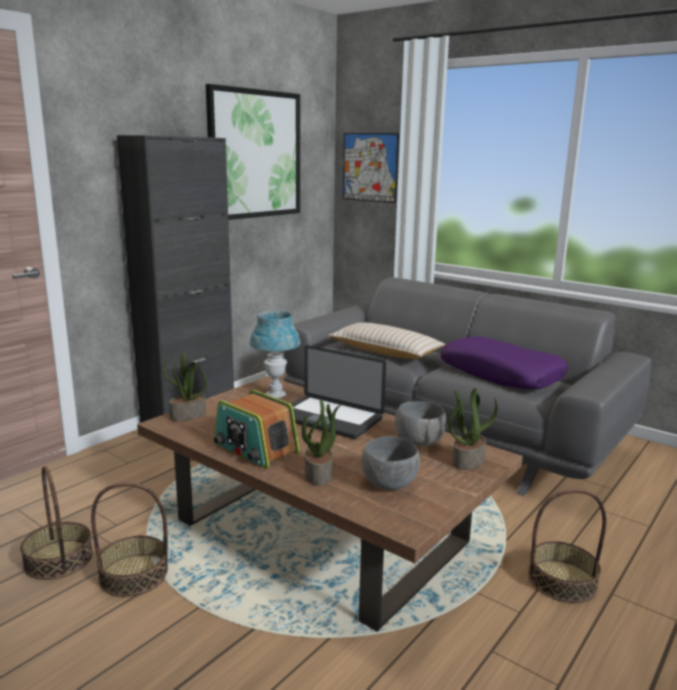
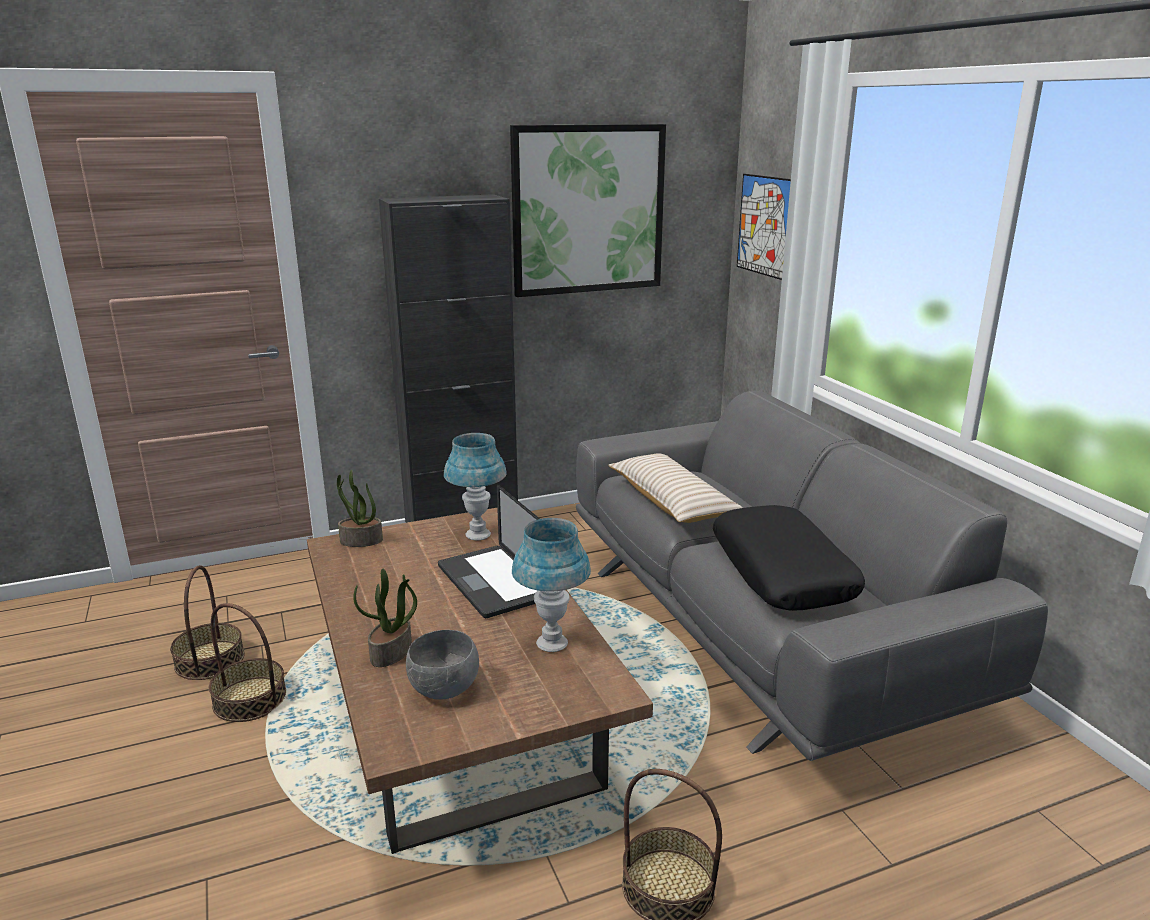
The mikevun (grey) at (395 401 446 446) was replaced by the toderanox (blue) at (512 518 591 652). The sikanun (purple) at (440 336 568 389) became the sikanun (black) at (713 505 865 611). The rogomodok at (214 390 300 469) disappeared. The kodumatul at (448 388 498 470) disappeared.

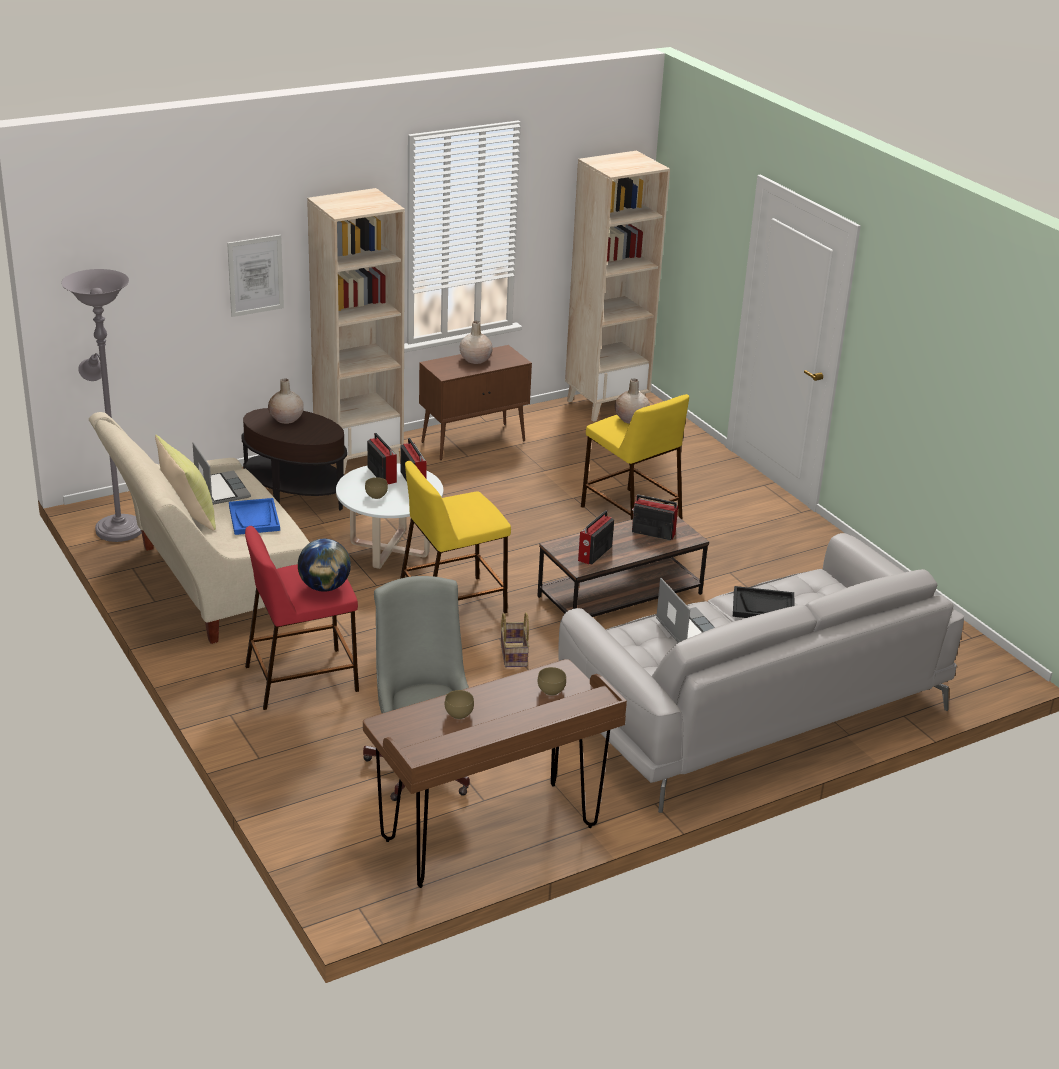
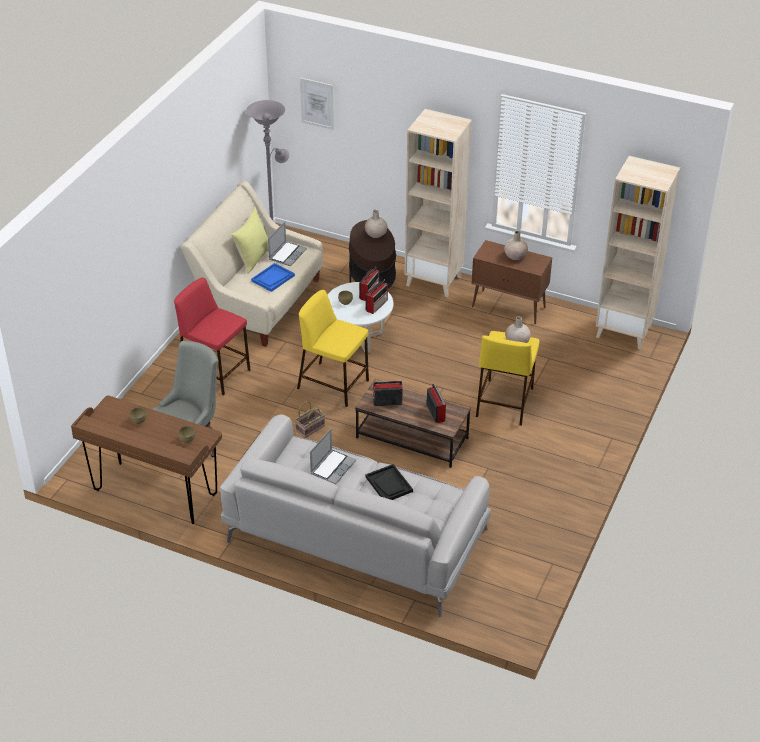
The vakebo moved from (227 235 284 317) to (300 78 334 130). The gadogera at (298 539 351 592) disappeared.

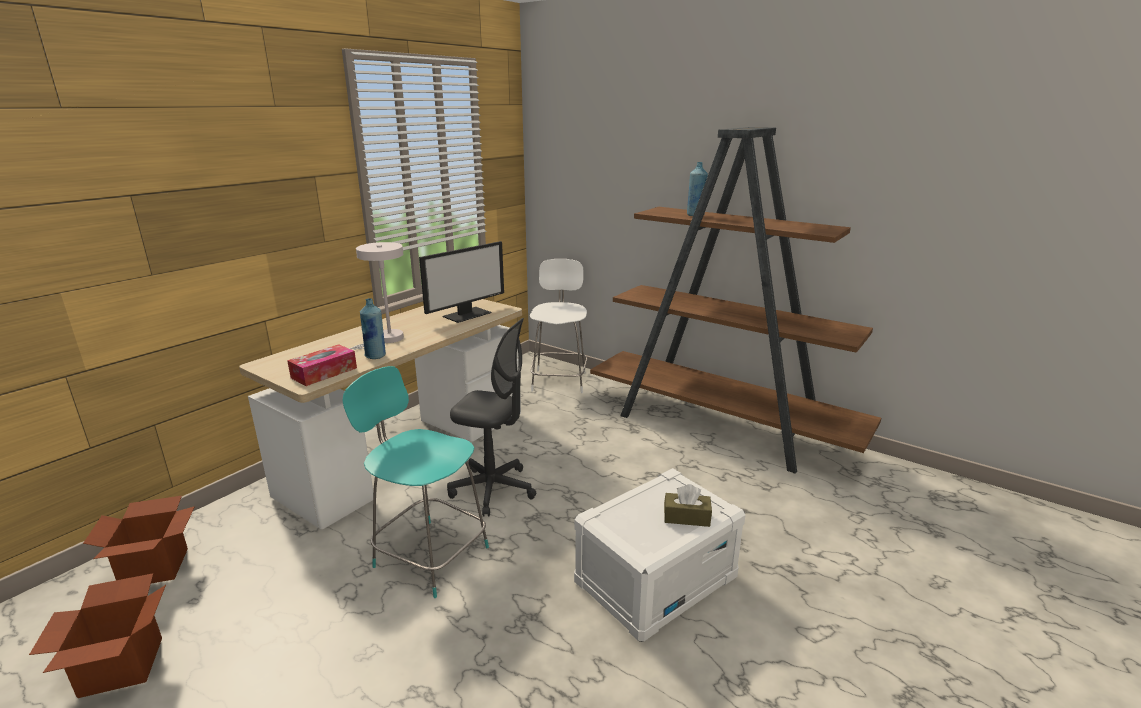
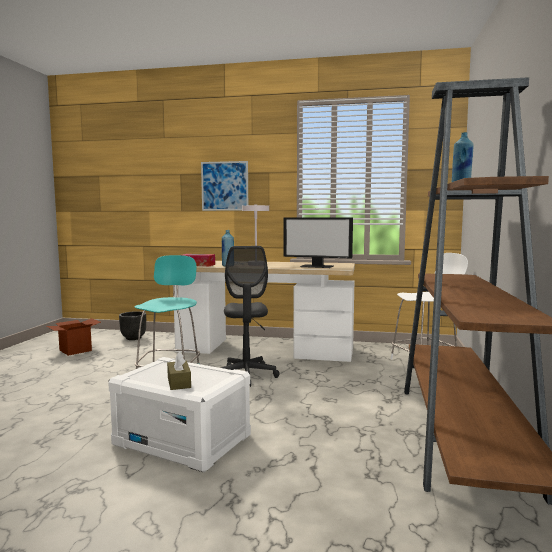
The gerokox at (83 496 195 583) was replaced by the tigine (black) at (119 311 146 340). The vakebo at (201 161 248 211) appeared.

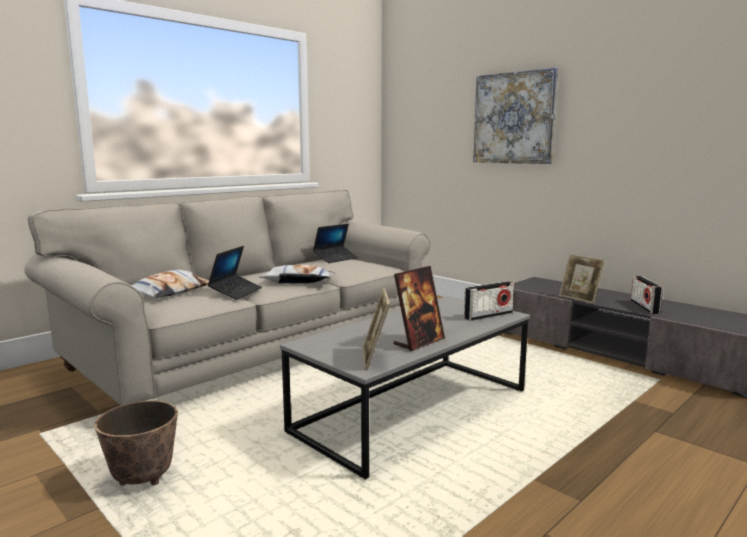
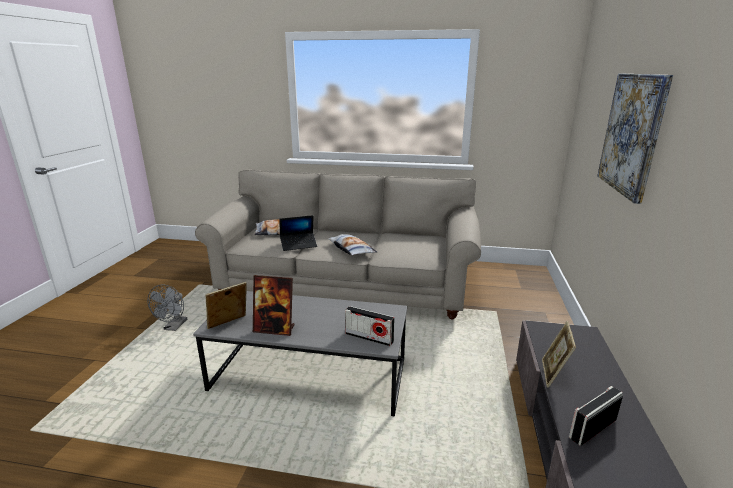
The tigine at (94 400 178 486) was replaced by the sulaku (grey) at (147 284 187 331). The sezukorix at (313 224 358 263) disappeared.

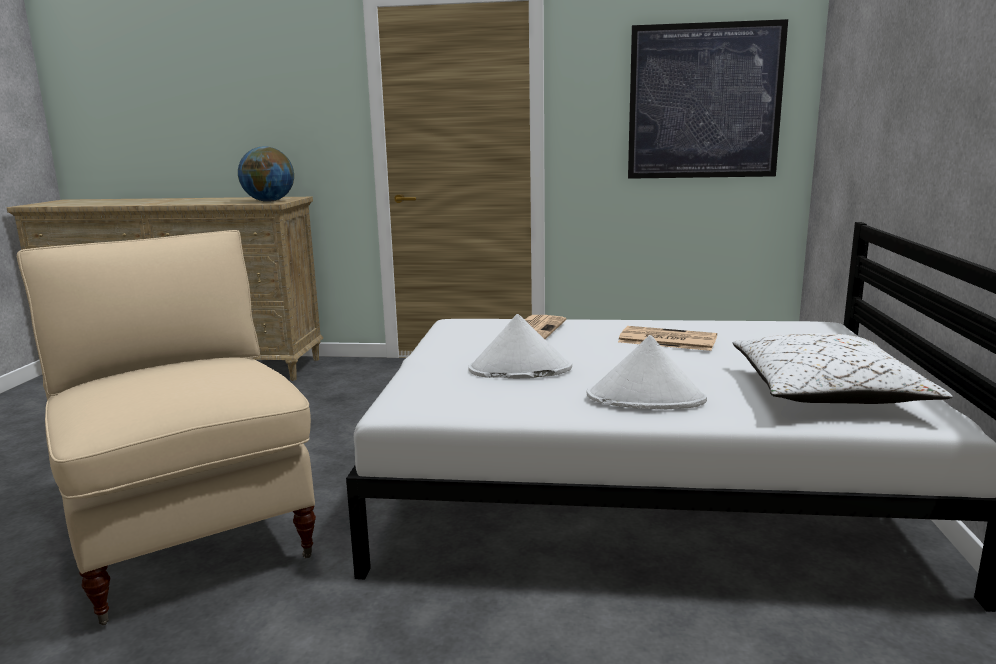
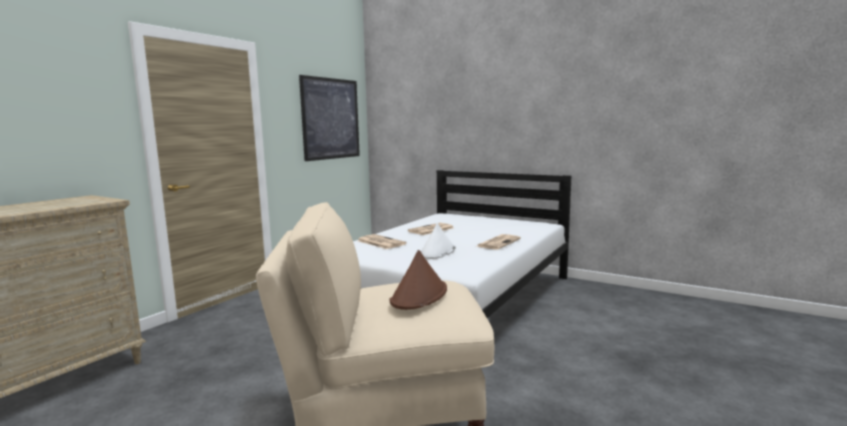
The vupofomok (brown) at (390 250 447 310) appeared. The vupofomok (white) at (587 335 707 409) was replaced by the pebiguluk at (477 234 521 249). The gadogera at (238 146 294 202) disappeared. The sikanun (white) at (733 333 953 404) disappeared.

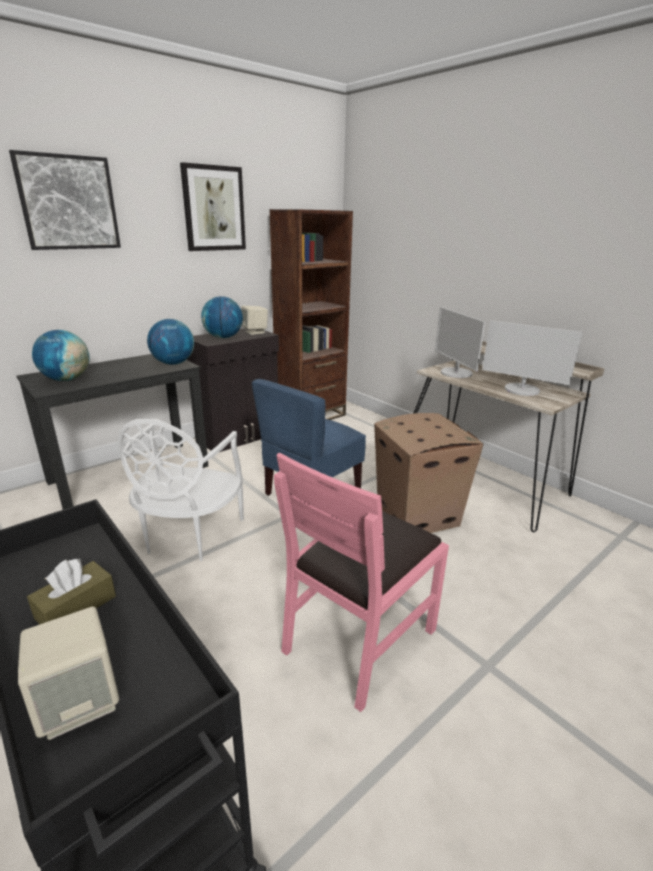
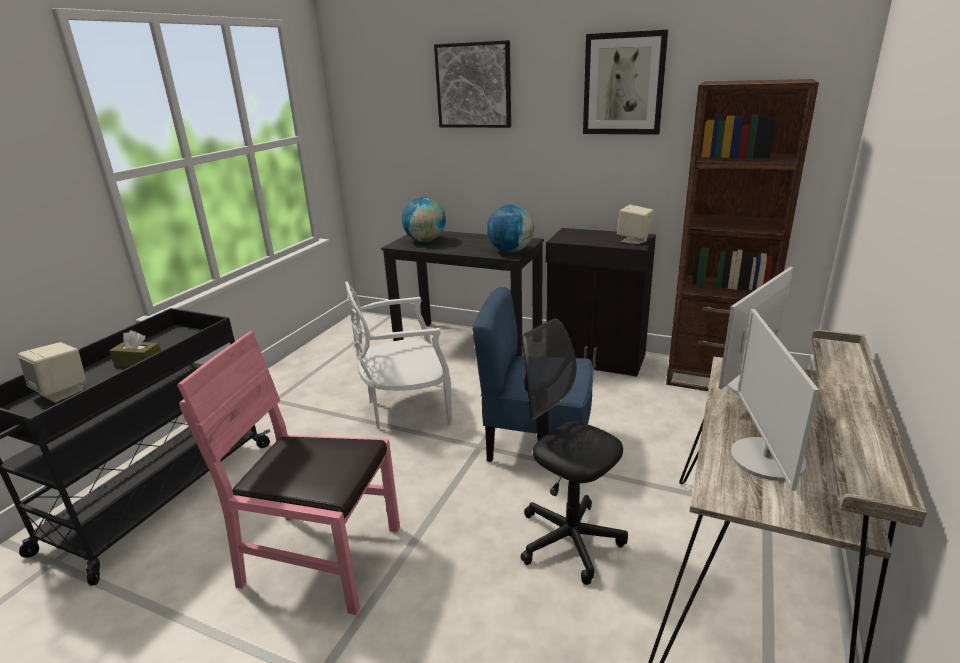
The gerokox at (374 413 483 533) was replaced by the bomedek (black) at (521 318 628 585). The gadogera at (201 296 243 338) disappeared.

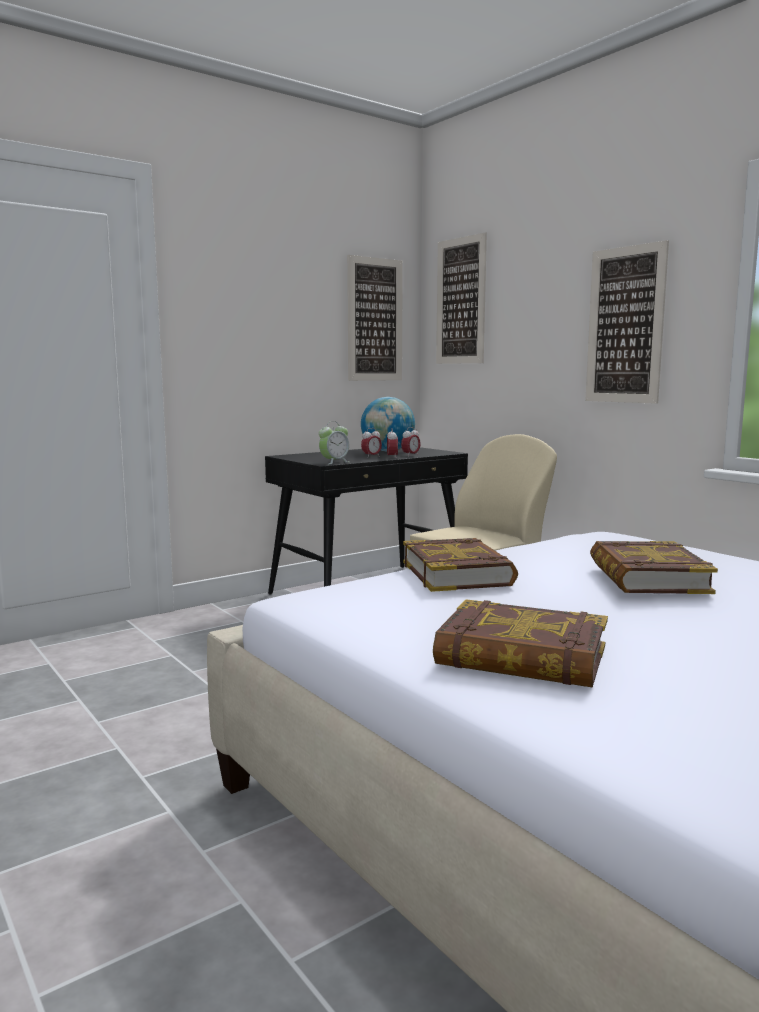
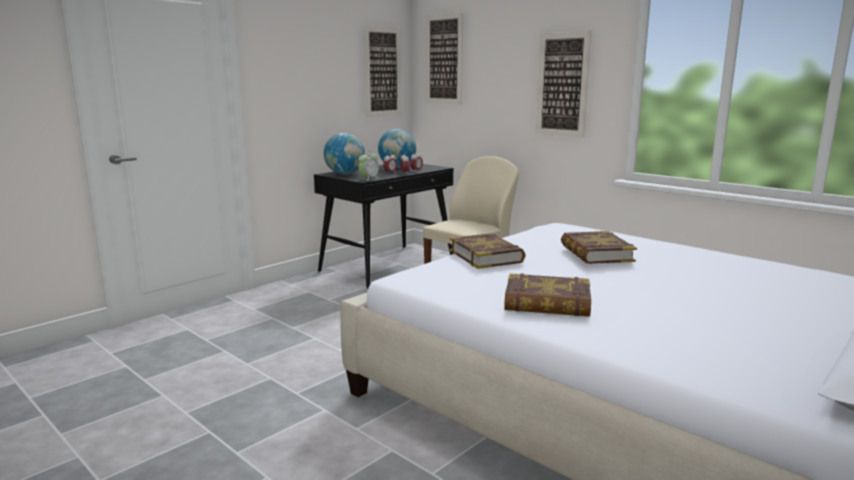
The gadogera at (324 133 365 175) appeared.

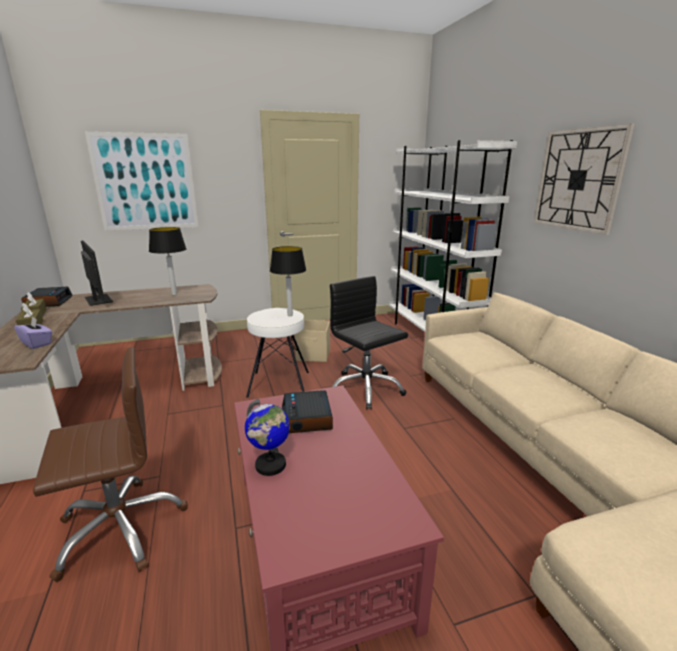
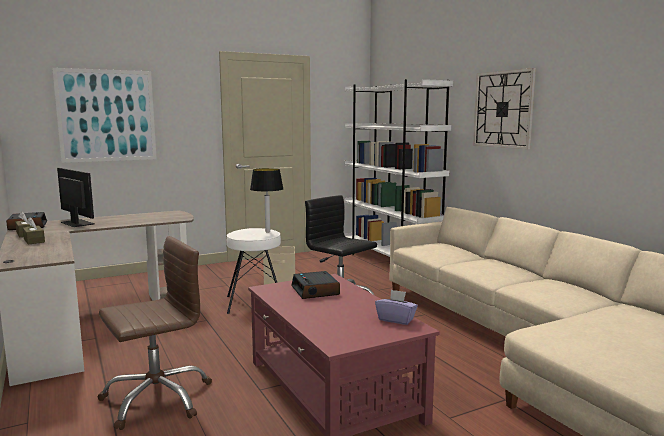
The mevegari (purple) moved from (14 316 52 349) to (375 289 418 325). The toderanox at (149 227 186 295) disappeared. The gadogera at (245 399 290 476) disappeared.

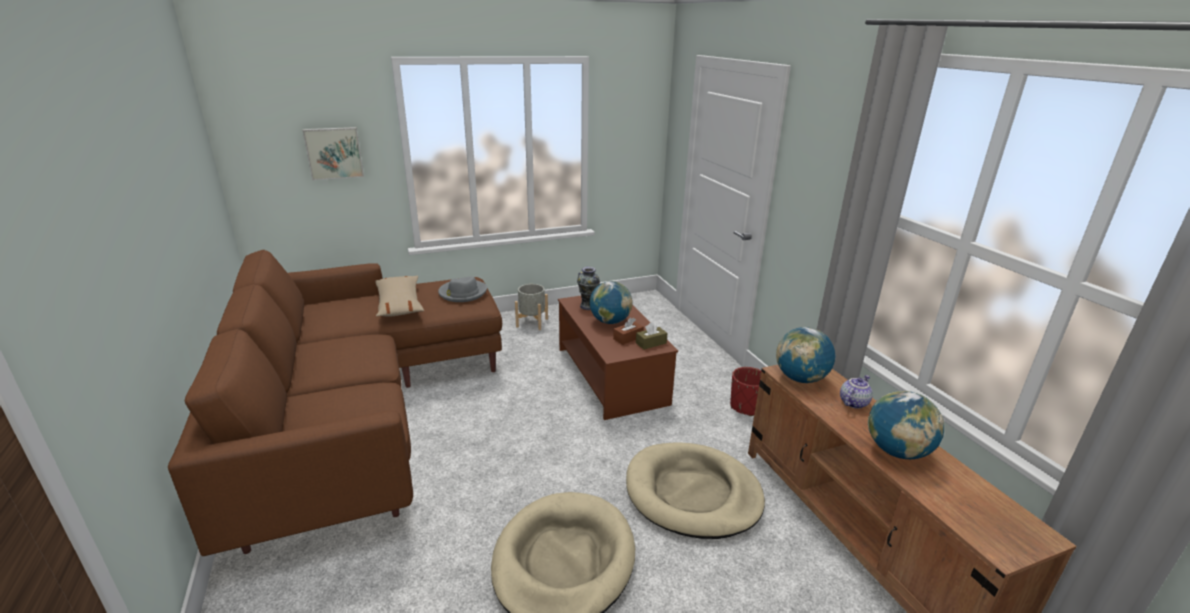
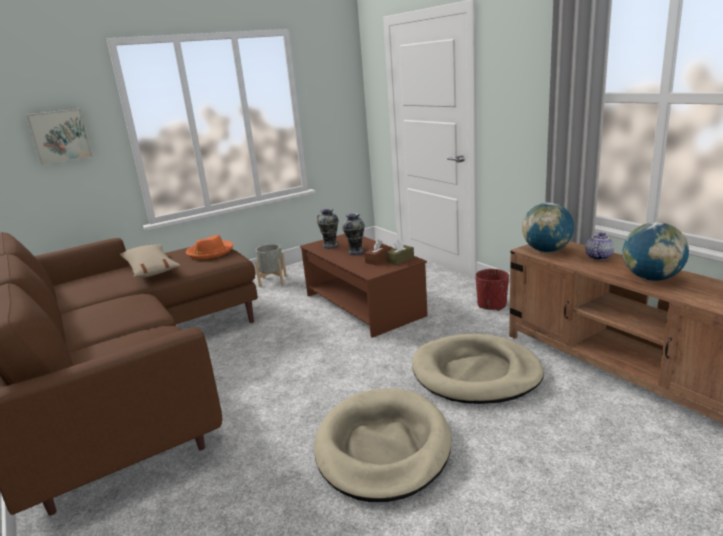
The vupofomok (grey) at (438 277 487 302) became the vupofomok (orange) at (186 235 233 259). The gadogera at (590 281 632 324) was replaced by the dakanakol at (342 213 365 255).

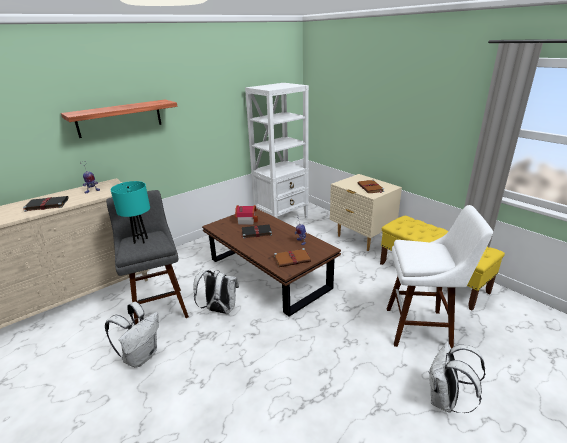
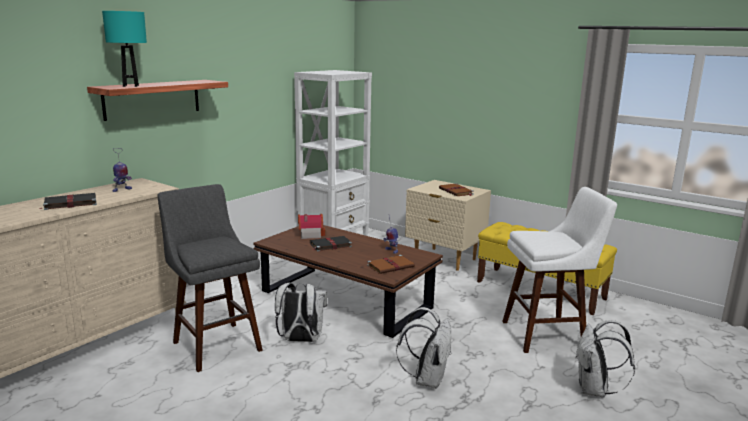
The toderanox (turquoise) moved from (111 181 150 244) to (102 11 147 87). The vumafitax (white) moved from (105 302 159 368) to (396 307 452 389).

